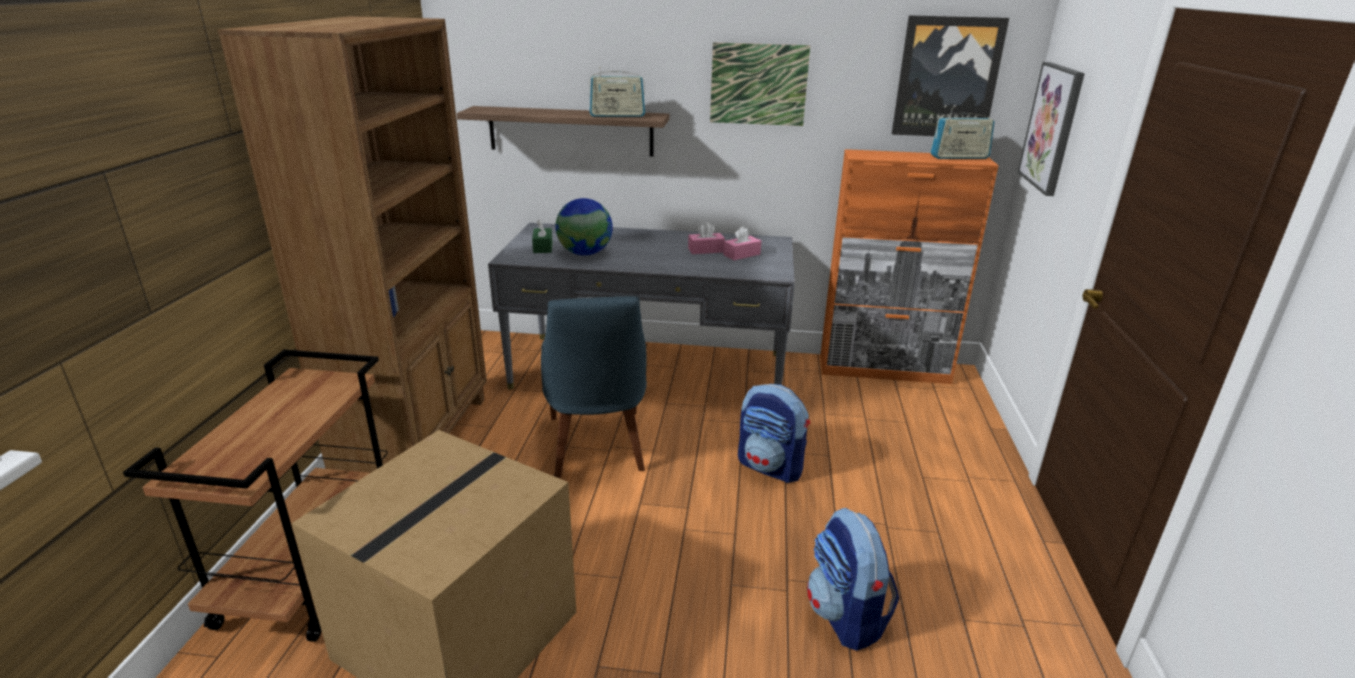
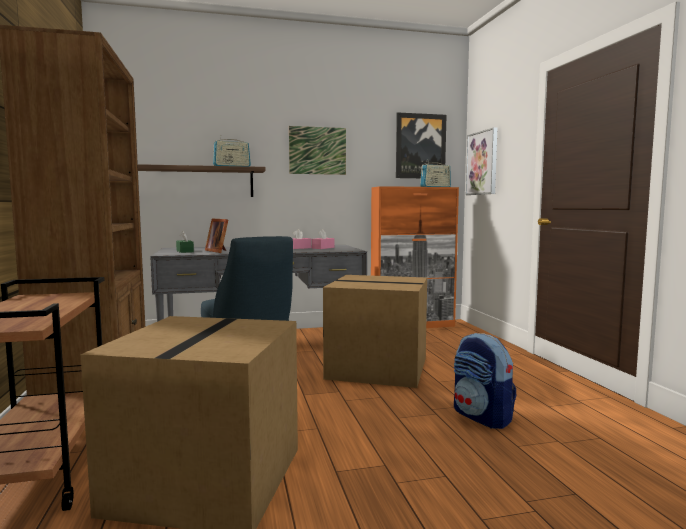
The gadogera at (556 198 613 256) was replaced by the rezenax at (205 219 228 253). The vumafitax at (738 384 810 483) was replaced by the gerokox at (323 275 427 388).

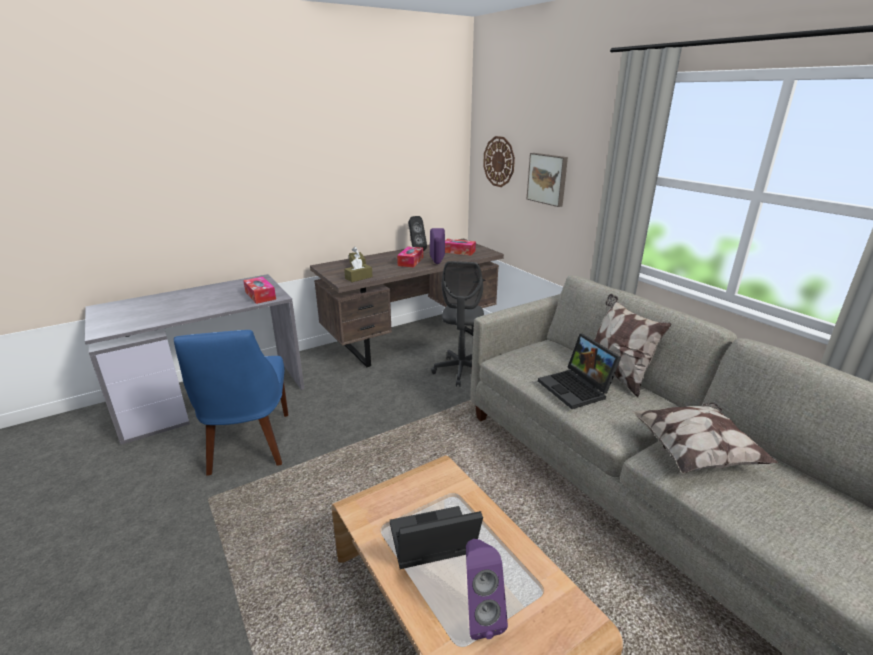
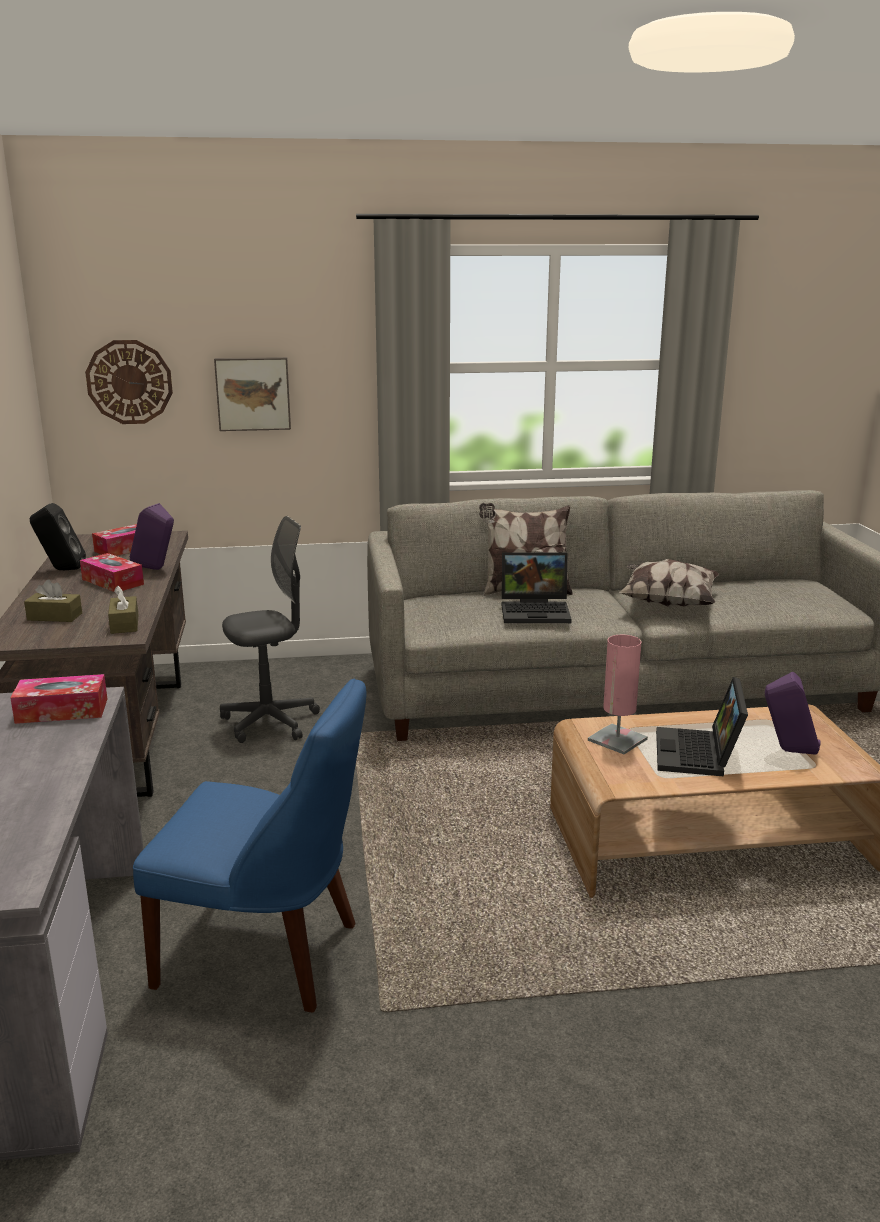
The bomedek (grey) at (431 261 484 387) turned 60 degrees counterclockwise. The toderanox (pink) at (588 635 648 754) appeared.

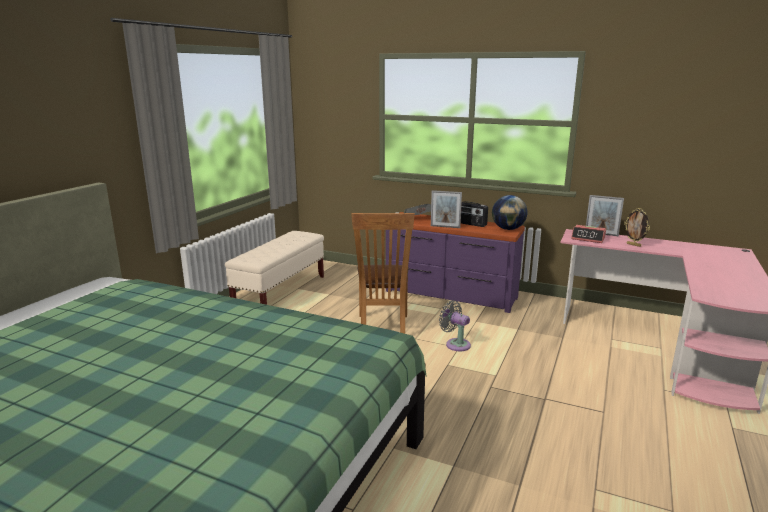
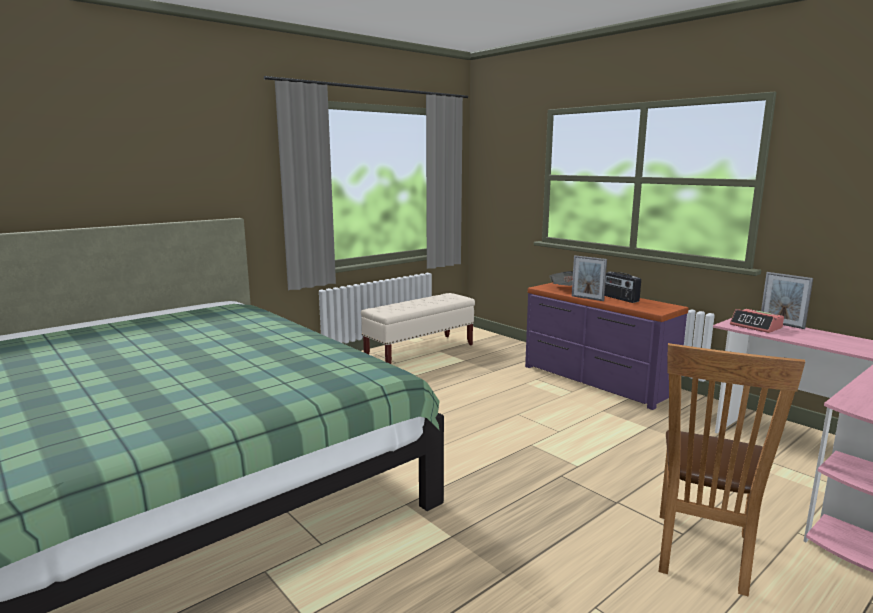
The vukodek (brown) moved from (351 213 415 334) to (659 343 805 597). The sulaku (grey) at (439 300 471 351) disappeared. The gadogera at (492 195 527 230) disappeared. The rezenax at (624 208 650 247) disappeared.

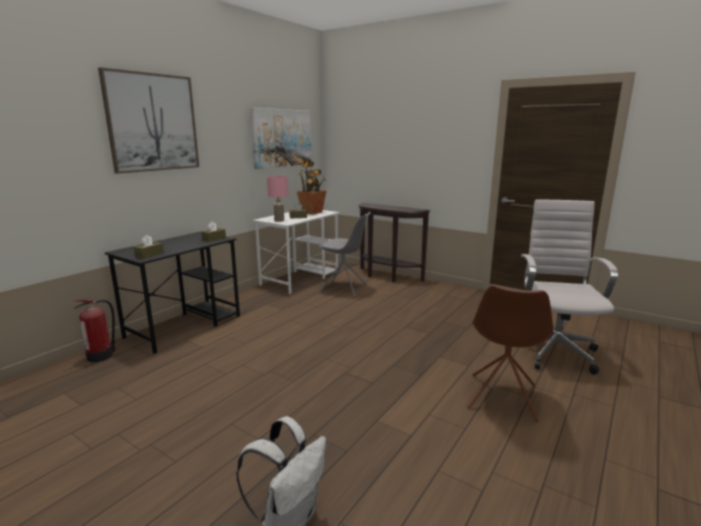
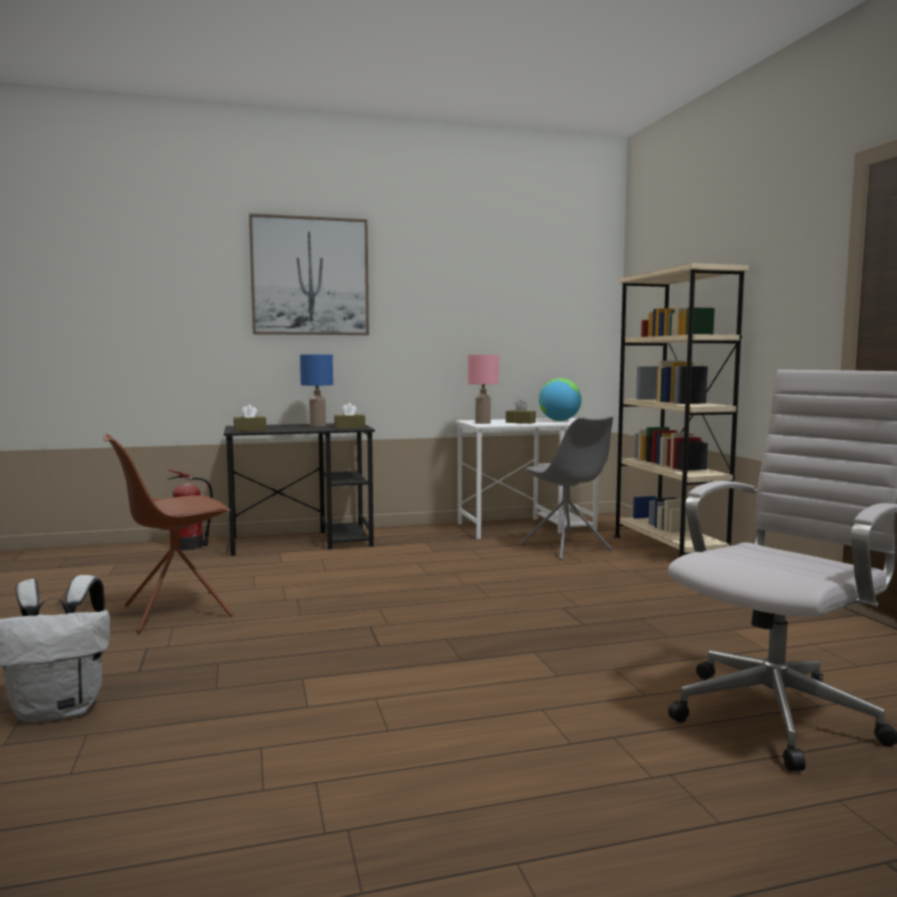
The vukodek (brown) moved from (468 285 553 422) to (103 434 233 633). The toderanox (blue) at (300 354 333 427) appeared. The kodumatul at (297 160 326 215) was replaced by the gadogera at (539 378 582 421). The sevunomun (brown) at (358 203 430 282) was replaced by the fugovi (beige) at (614 263 749 557). The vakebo at (250 108 312 169) disappeared.

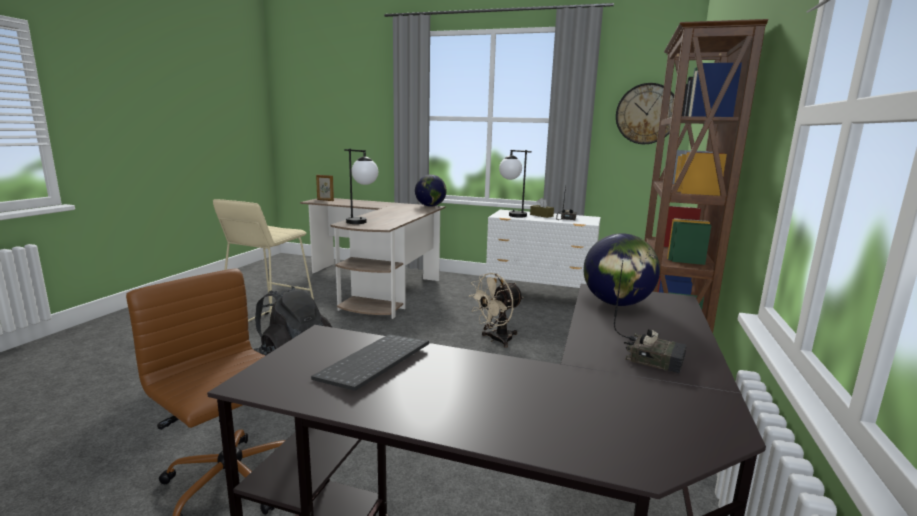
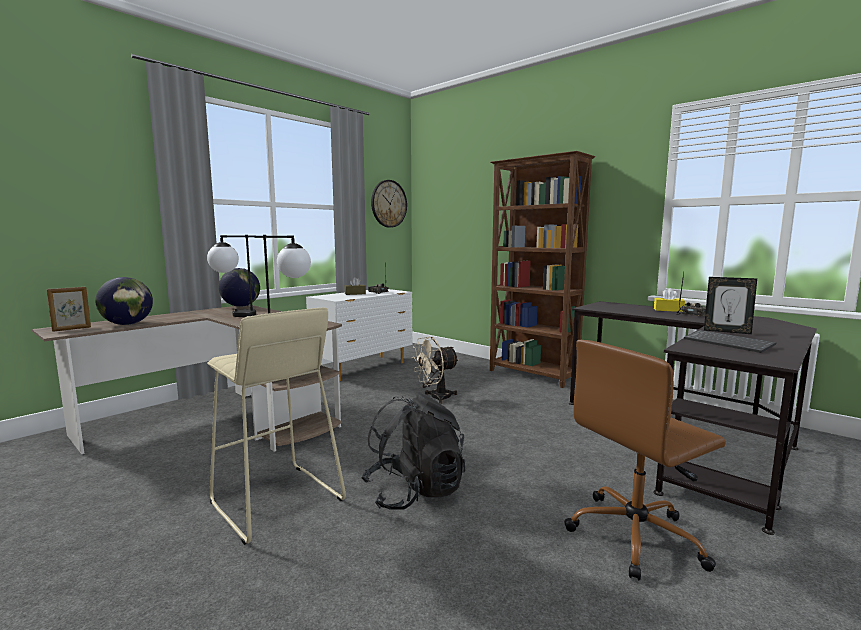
The gadogera moved from (584 233 660 306) to (96 277 153 325). The toderanox moved from (499 150 532 217) to (207 235 256 317). The sulaku (beige) at (469 273 524 348) turned 75 degrees clockwise. The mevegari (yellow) at (654 288 685 312) appeared. The rezenax at (704 277 757 334) appeared.

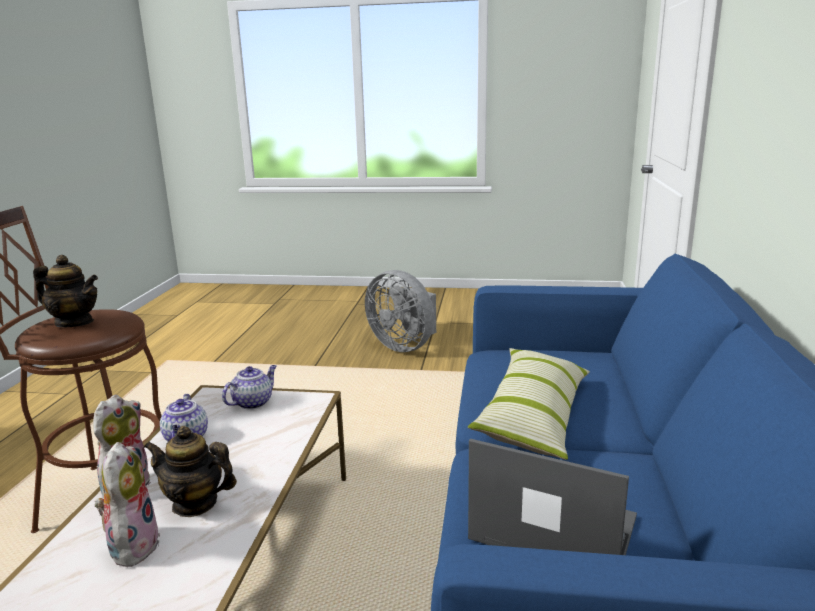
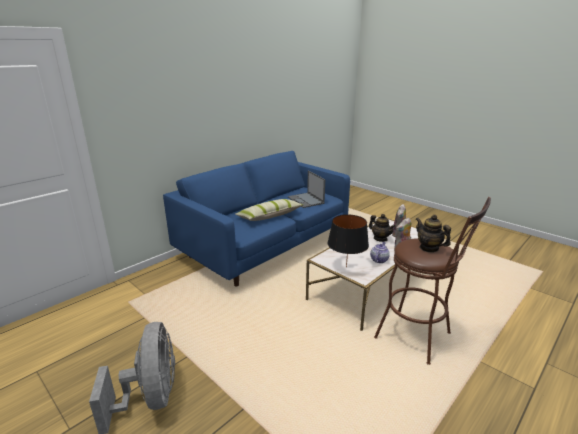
The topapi at (222 365 277 410) was replaced by the toderanox (black) at (328 214 369 267).

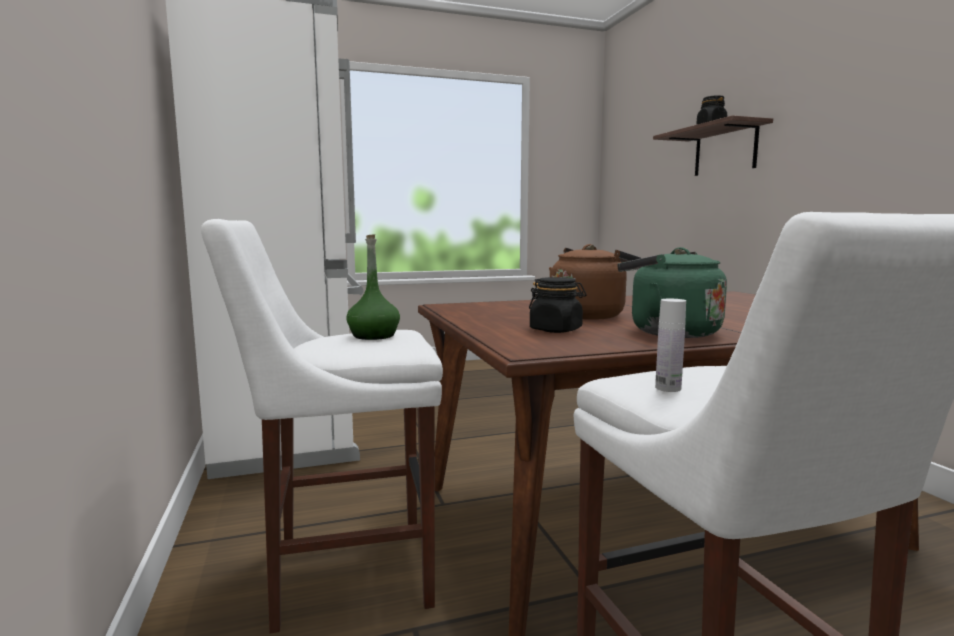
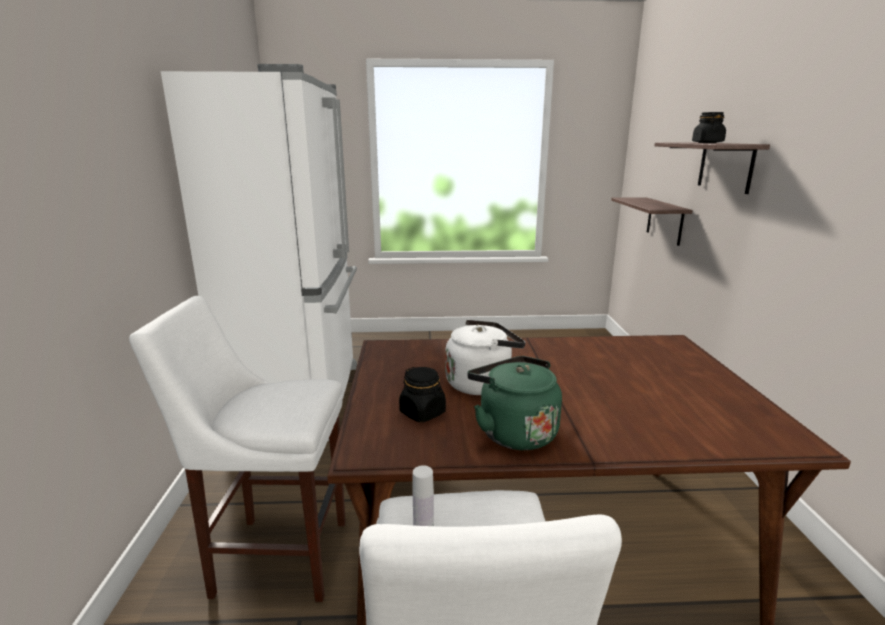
The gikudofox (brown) at (549 244 641 320) became the gikudofox (white) at (445 320 526 395). The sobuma at (611 197 693 246) appeared. The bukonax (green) at (346 235 400 340) disappeared.

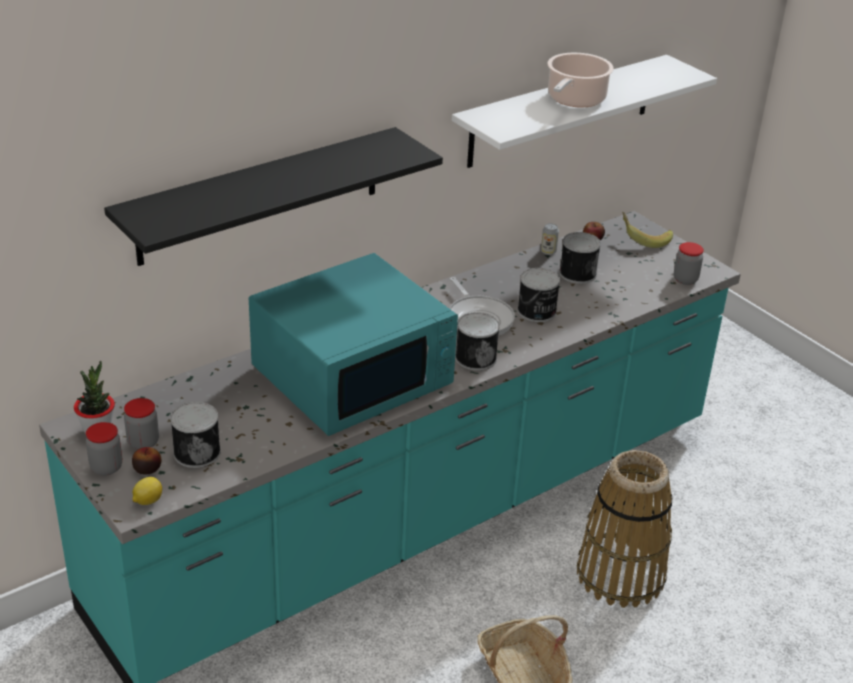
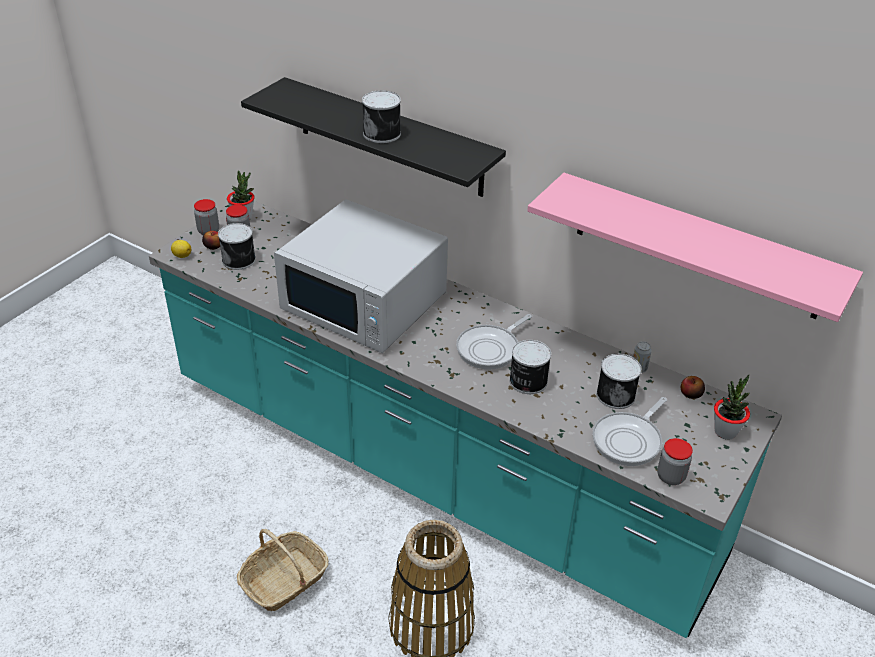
The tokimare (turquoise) at (249 253 458 436) became the tokimare (white) at (274 199 448 353). The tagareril moved from (455 312 500 371) to (362 90 401 143). The sobuma (white) at (452 55 717 168) became the sobuma (pink) at (527 173 863 322). The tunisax at (592 397 667 466) appeared. The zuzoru at (622 212 673 248) was replaced by the kodumatul at (714 374 750 440). The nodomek at (548 53 614 107) disappeared.

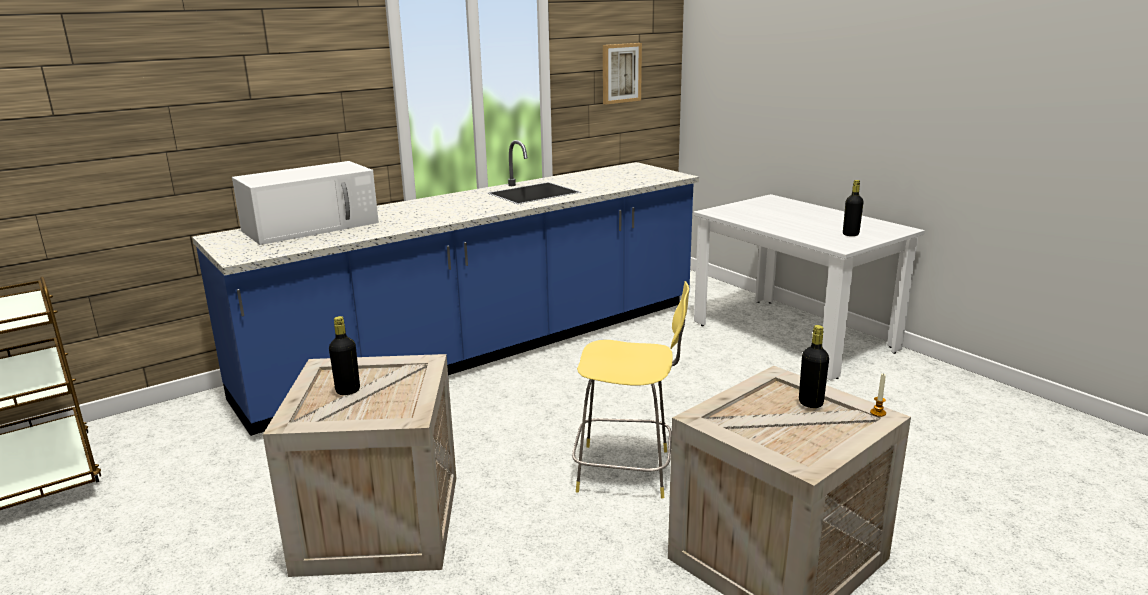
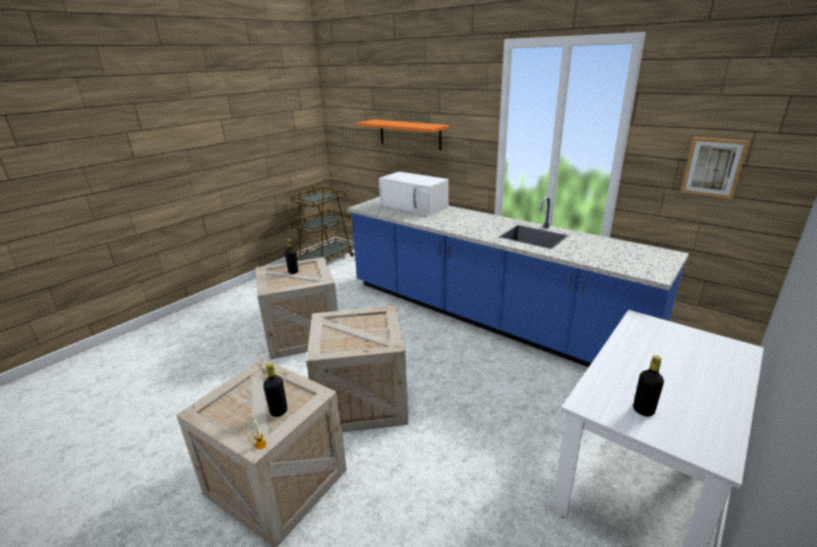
The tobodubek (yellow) at (572 281 689 499) was replaced by the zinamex at (306 306 408 432). The sobuma (orange) at (356 119 449 150) appeared.

